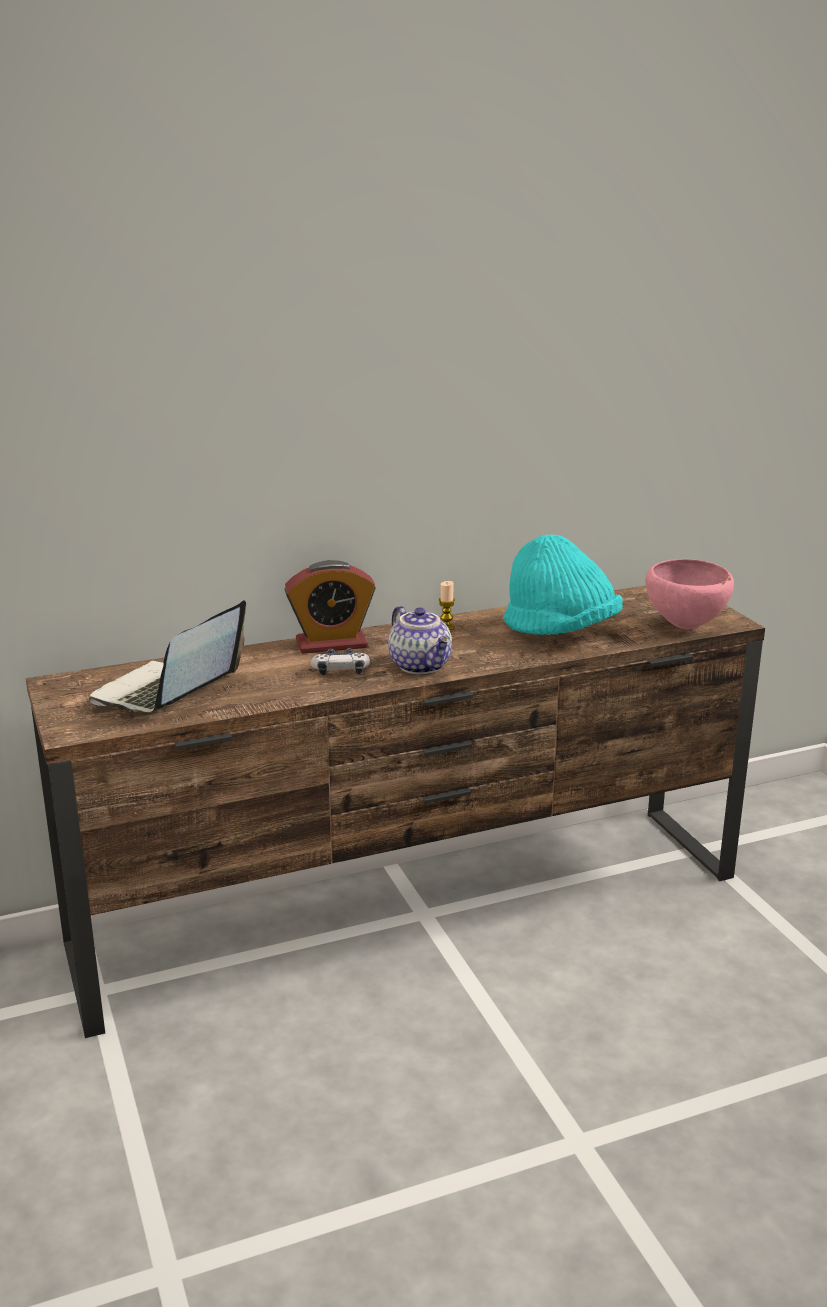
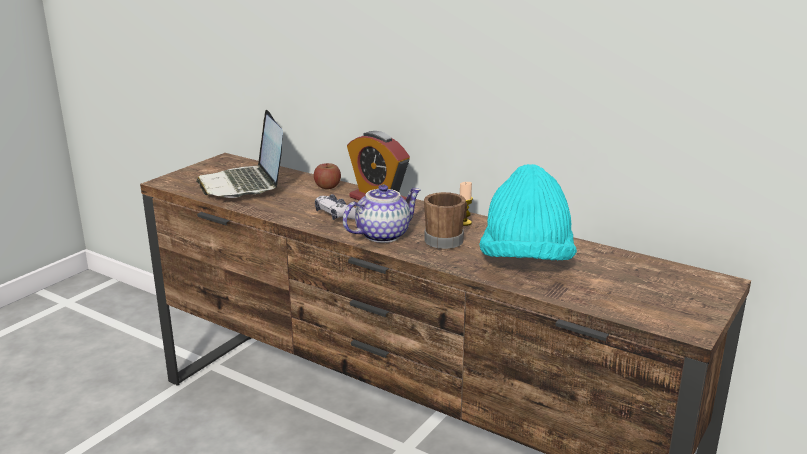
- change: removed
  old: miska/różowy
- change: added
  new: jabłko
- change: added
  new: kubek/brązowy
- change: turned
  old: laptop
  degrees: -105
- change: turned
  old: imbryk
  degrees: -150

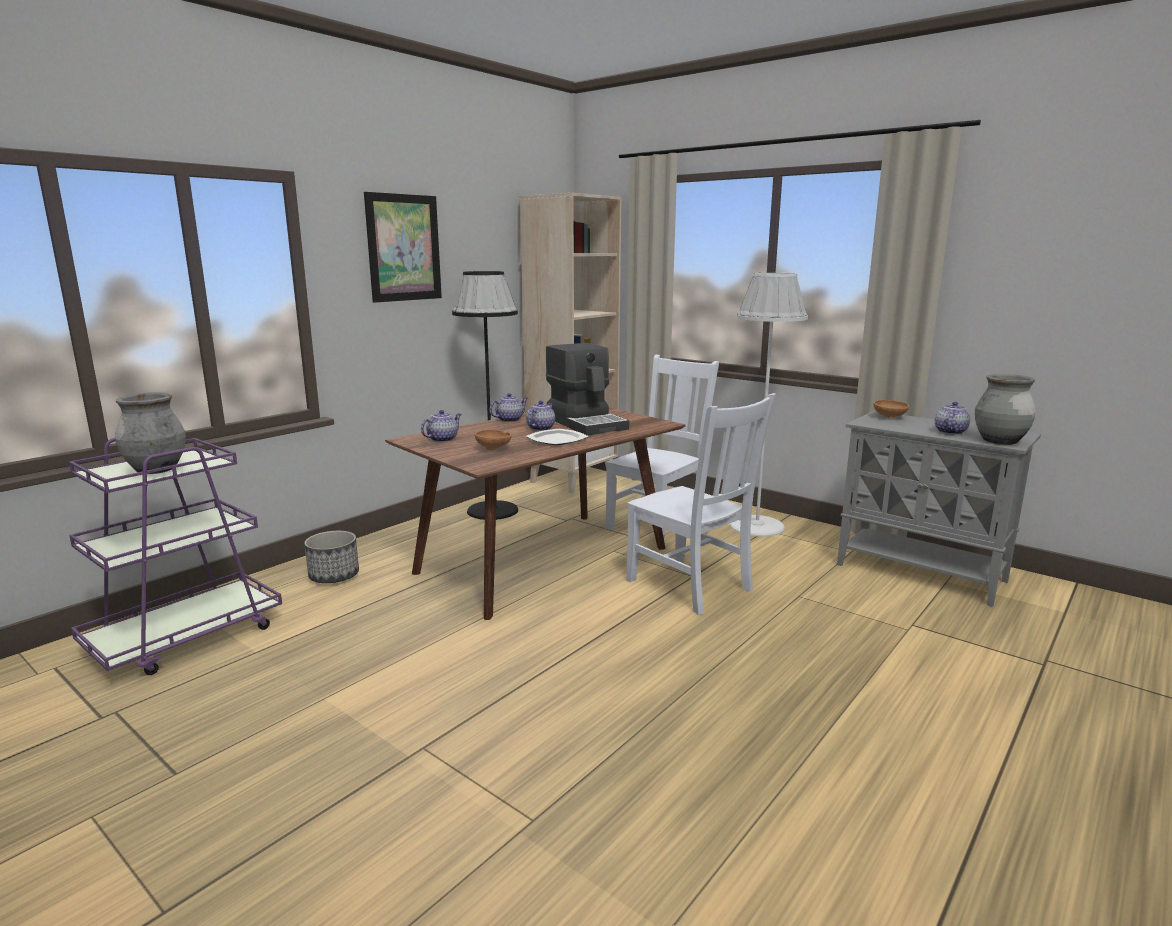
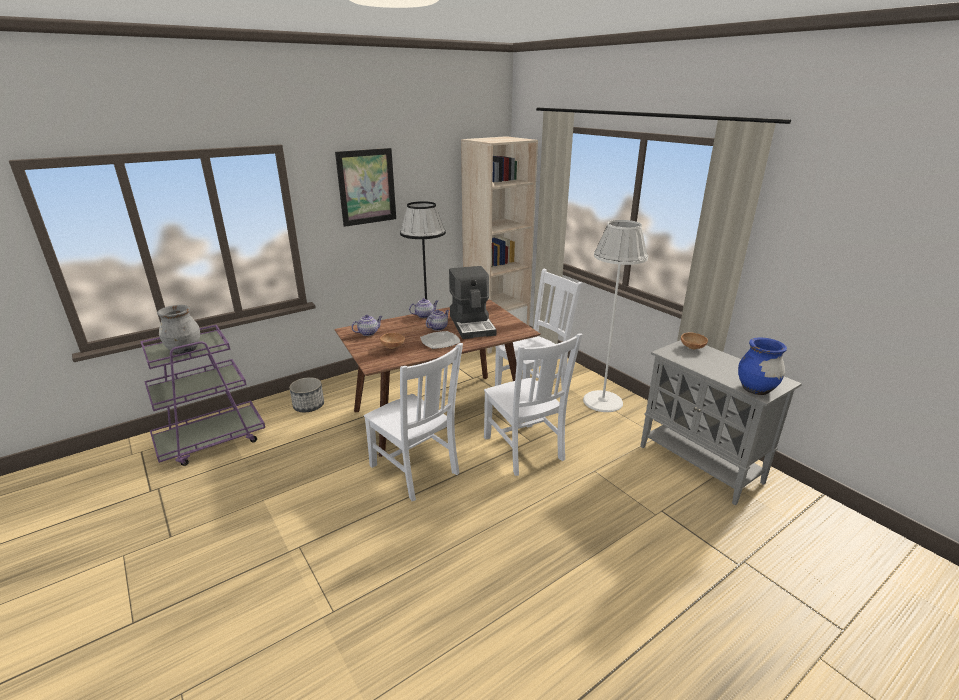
- change: removed
  old: imbryk (4th from left)
- change: added
  new: krzesło/biały (1st from left)
- change: recoloured
  old: wazon/szary (2nd from left)
  new: wazon/niebieski

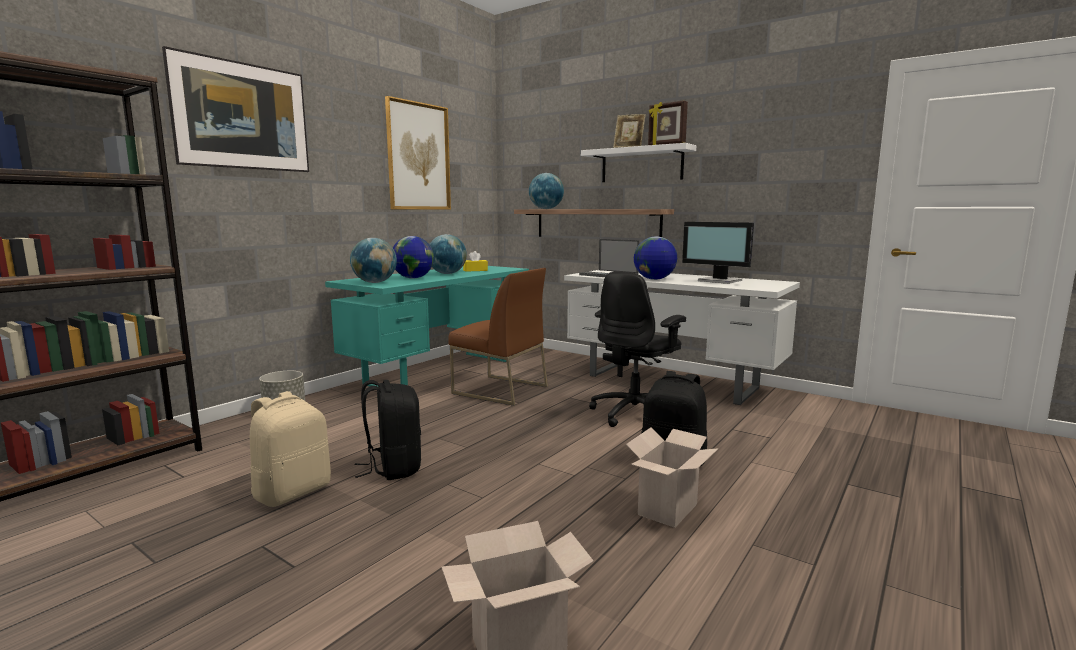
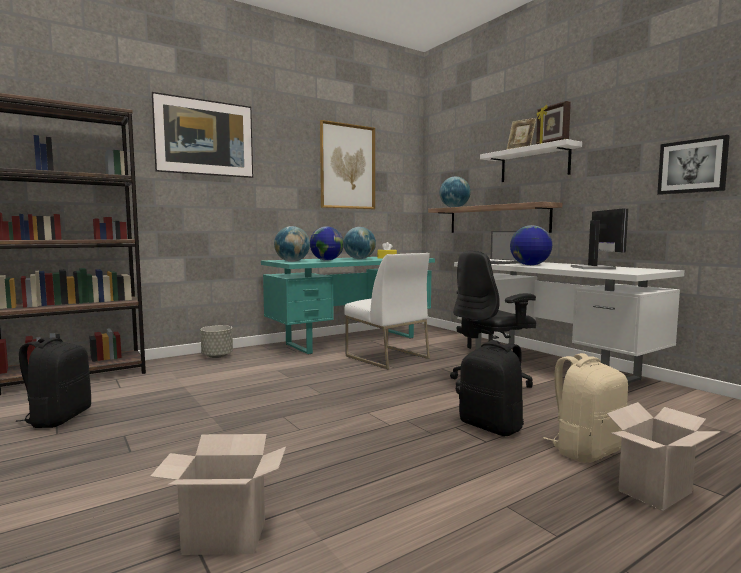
- change: added
  new: obraz (3rd from left)
- change: moved
  old: plecak/beżowy
- change: moved
  old: plecak/czarny (1st from left)
- change: moved
  old: karton (2nd from left)
- change: recoloured
  old: krzesło/brązowy
  new: krzesło/biały
- change: turned
  old: monitor
  degrees: -150

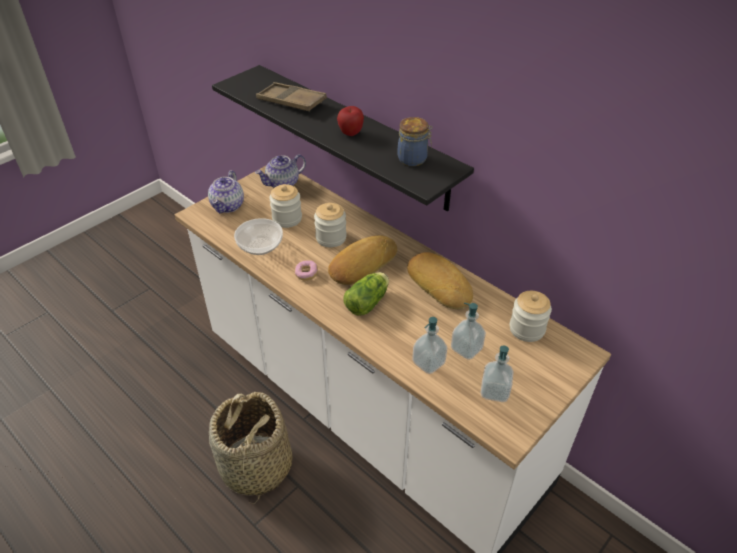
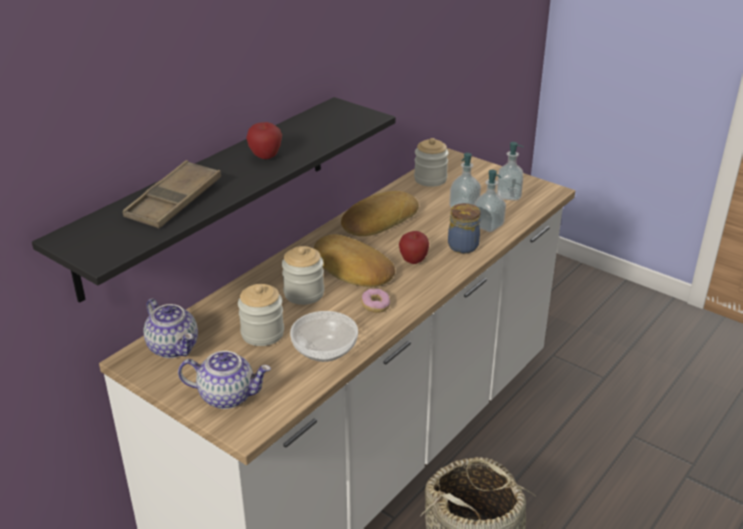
- change: moved
  old: słoik (3rd from left in the first image)
  new: słoik (4th from left)
- change: replaced
  old: sałata
  new: jabłko (2nd from left)

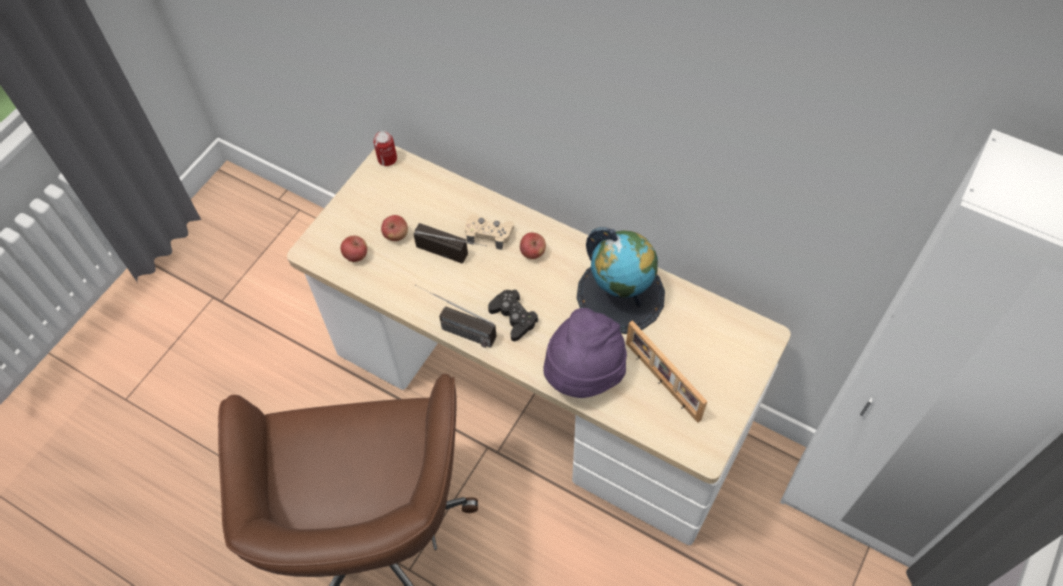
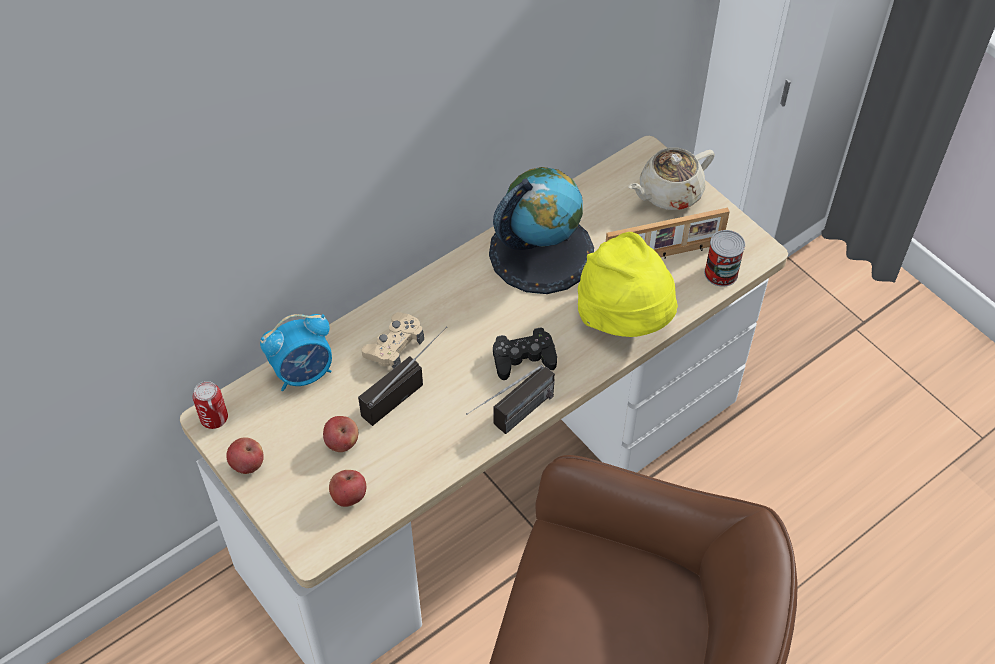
- change: added
  new: budzik
- change: added
  new: imbryk/beżowy
- change: added
  new: puszka (2nd from left)
- change: moved
  old: jabłko (3rd from left in the first image)
  new: jabłko (1st from left)
- change: recoloured
  old: kapelusz/fioletowy
  new: kapelusz/żółty

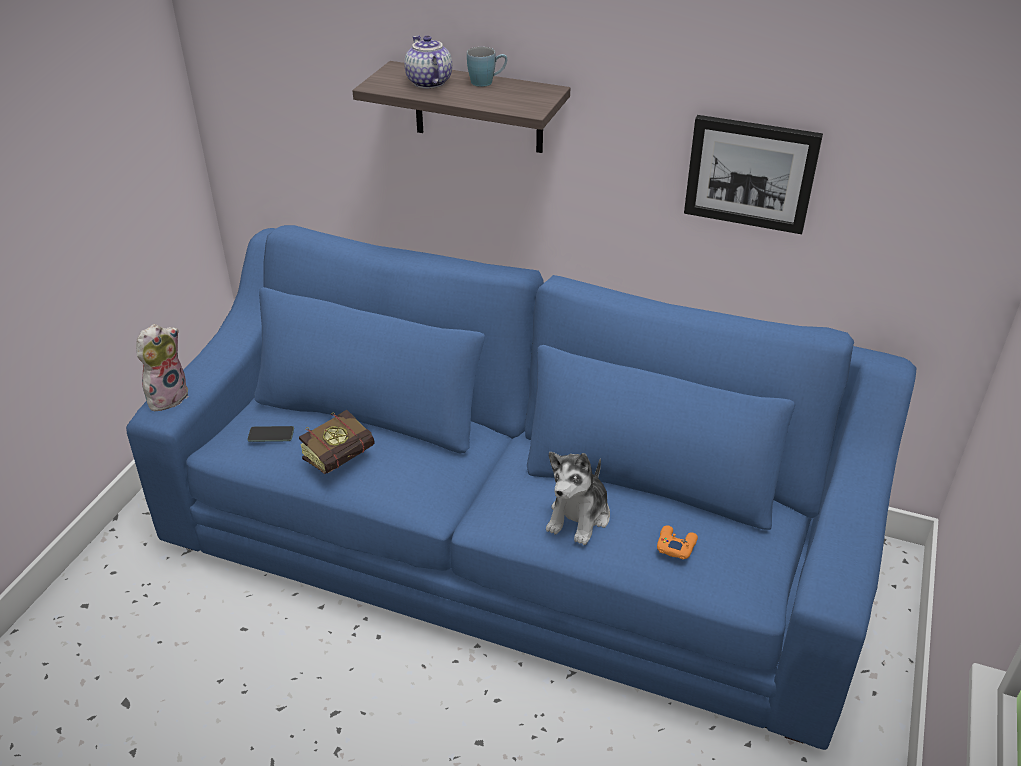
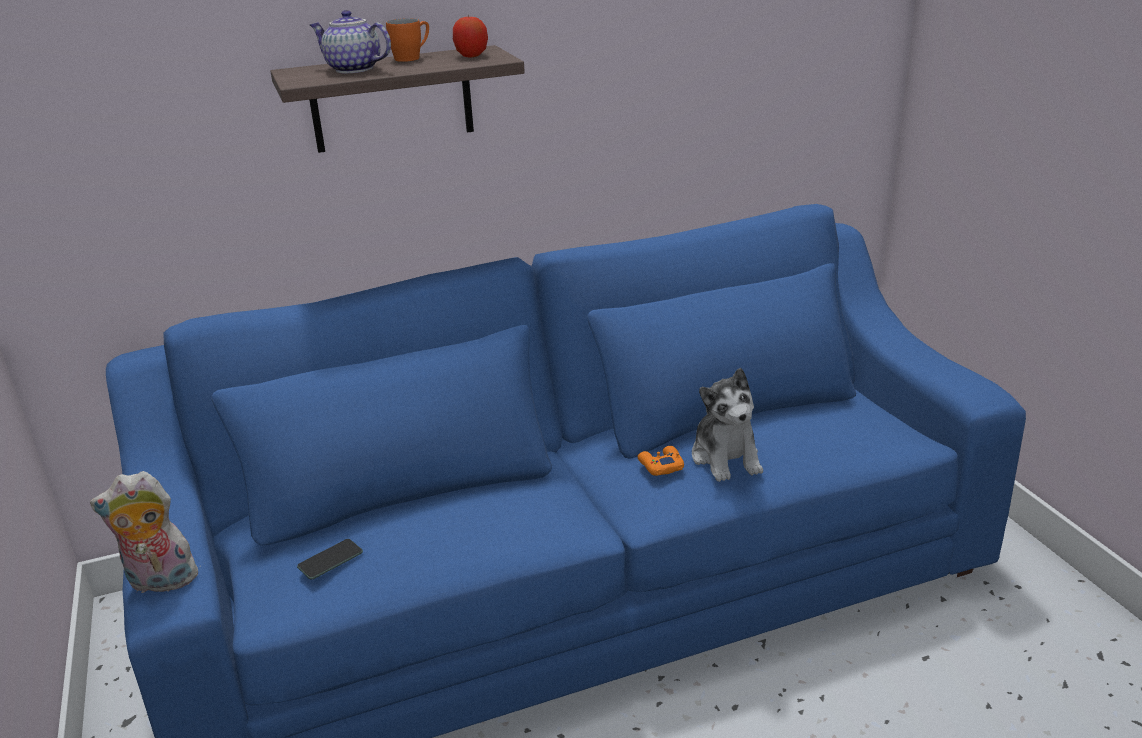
- change: removed
  old: książka
- change: removed
  old: obraz
- change: added
  new: jabłko
- change: moved
  old: pad do gier/pomarańczowy
- change: recoloured
  old: kubek/niebieski
  new: kubek/pomarańczowy
- change: turned
  old: pluszak (1st from left)
  degrees: -90

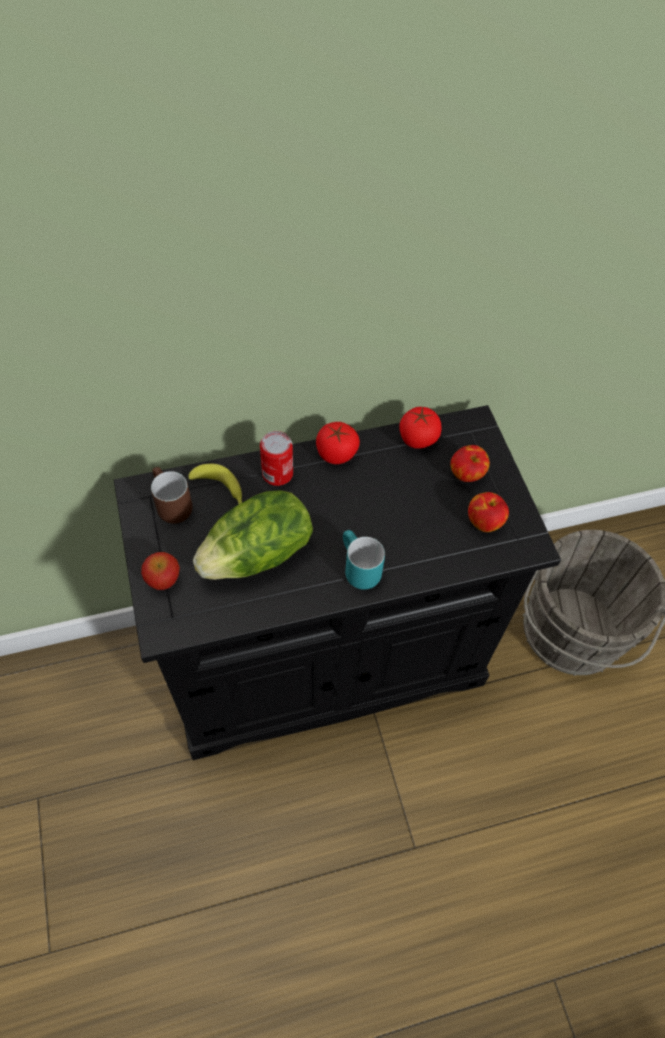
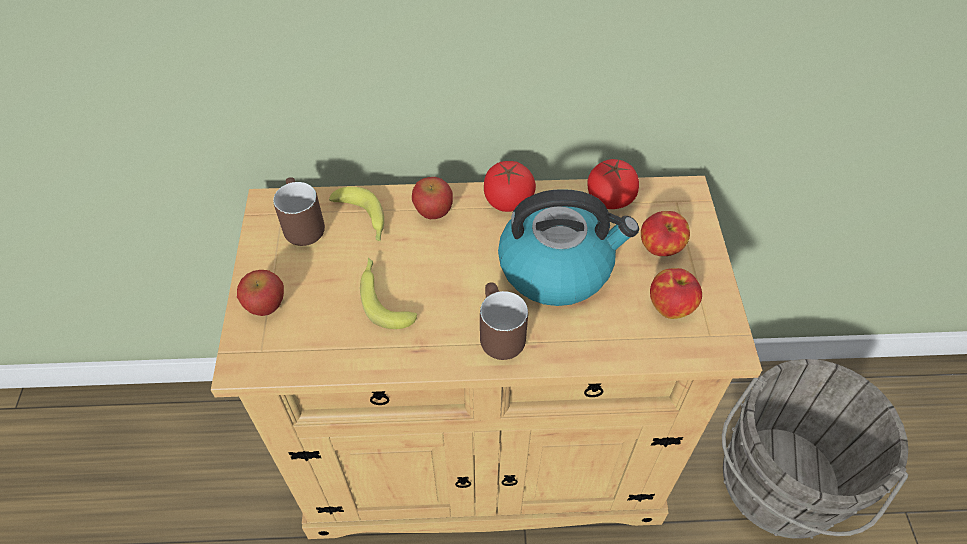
- change: added
  new: czajnik
- change: replaced
  old: sałata
  new: banan (2nd from left)
- change: replaced
  old: puszka
  new: jabłko (2nd from left)
- change: recoloured
  old: szafka/czarny
  new: szafka/beżowy
- change: recoloured
  old: kubek/turkusowy
  new: kubek/brązowy (2nd from left)

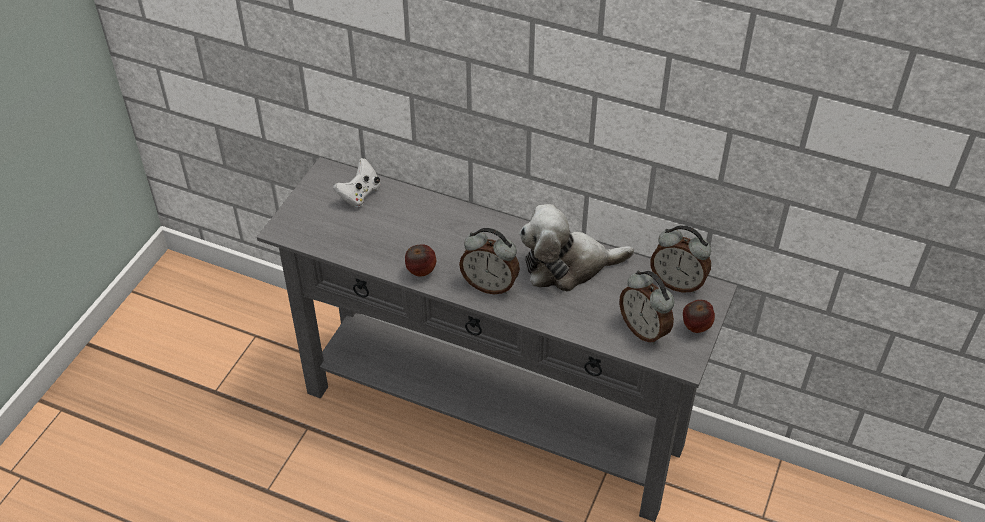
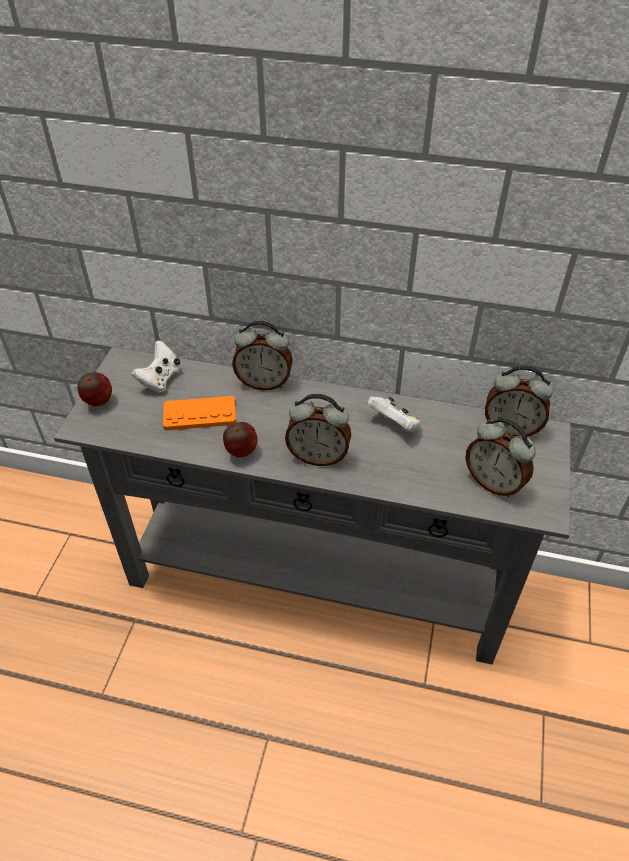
- change: added
  new: pad do gier/pomarańczowy
- change: added
  new: budzik (1st from left)
- change: moved
  old: jabłko (2nd from left in the first image)
  new: jabłko (1st from left)
- change: replaced
  old: pluszak
  new: pad do gier/biały (2nd from left)

